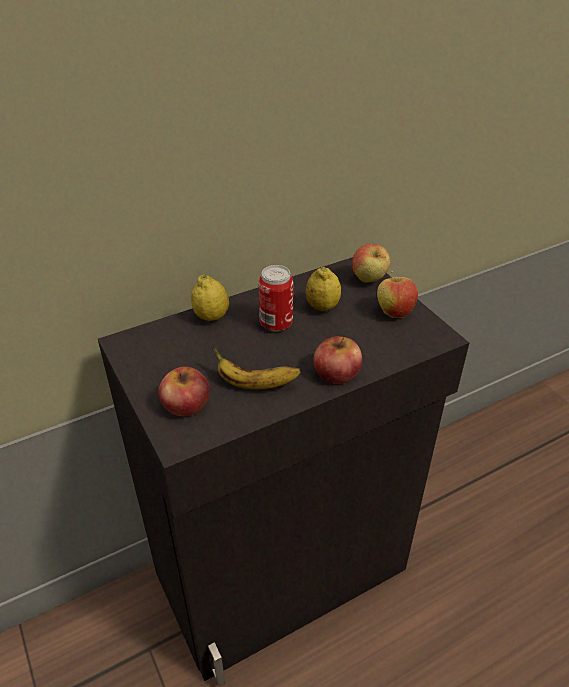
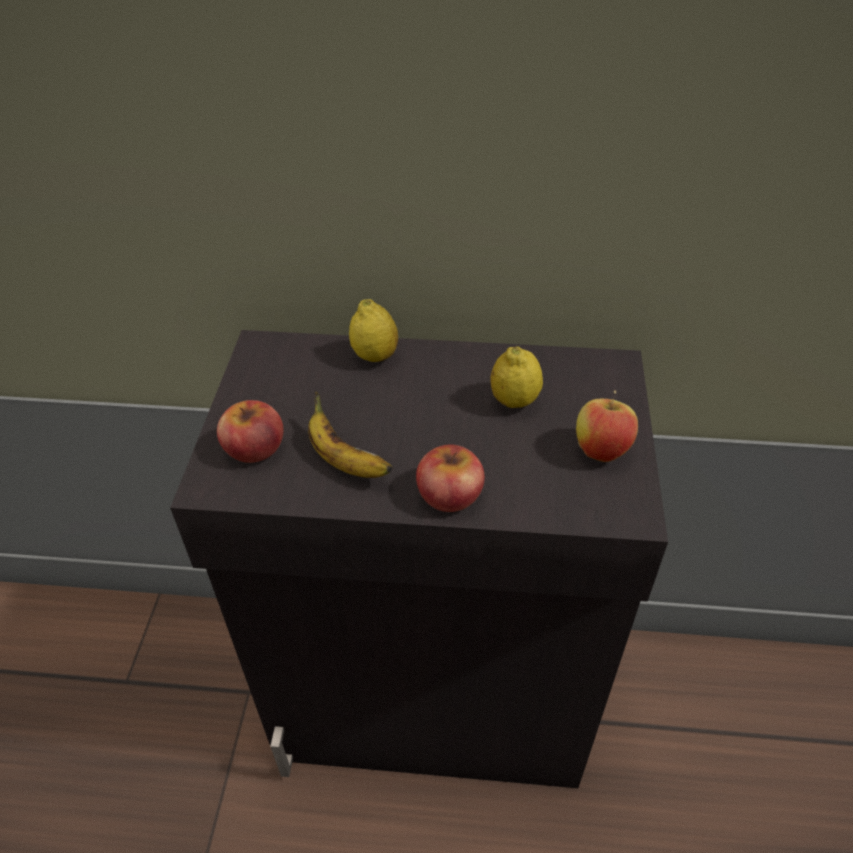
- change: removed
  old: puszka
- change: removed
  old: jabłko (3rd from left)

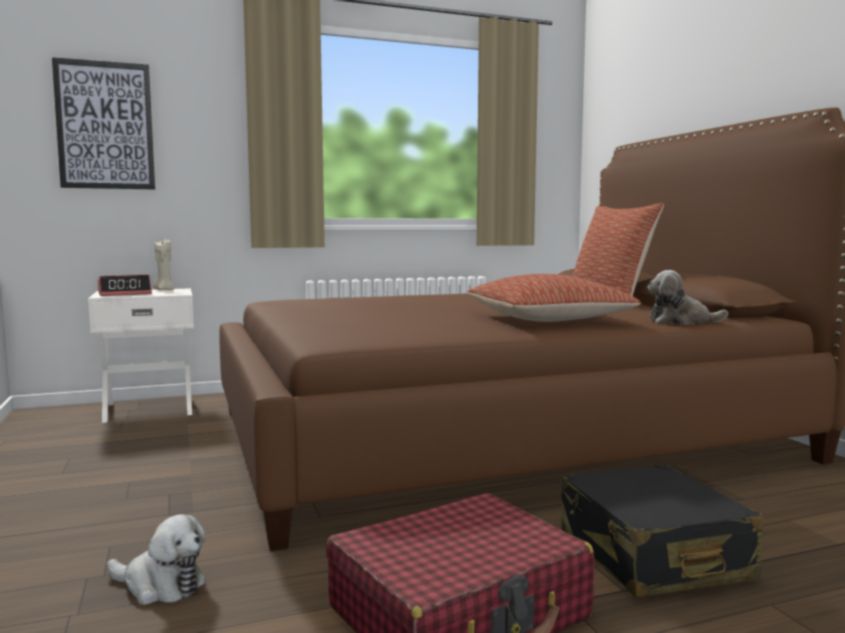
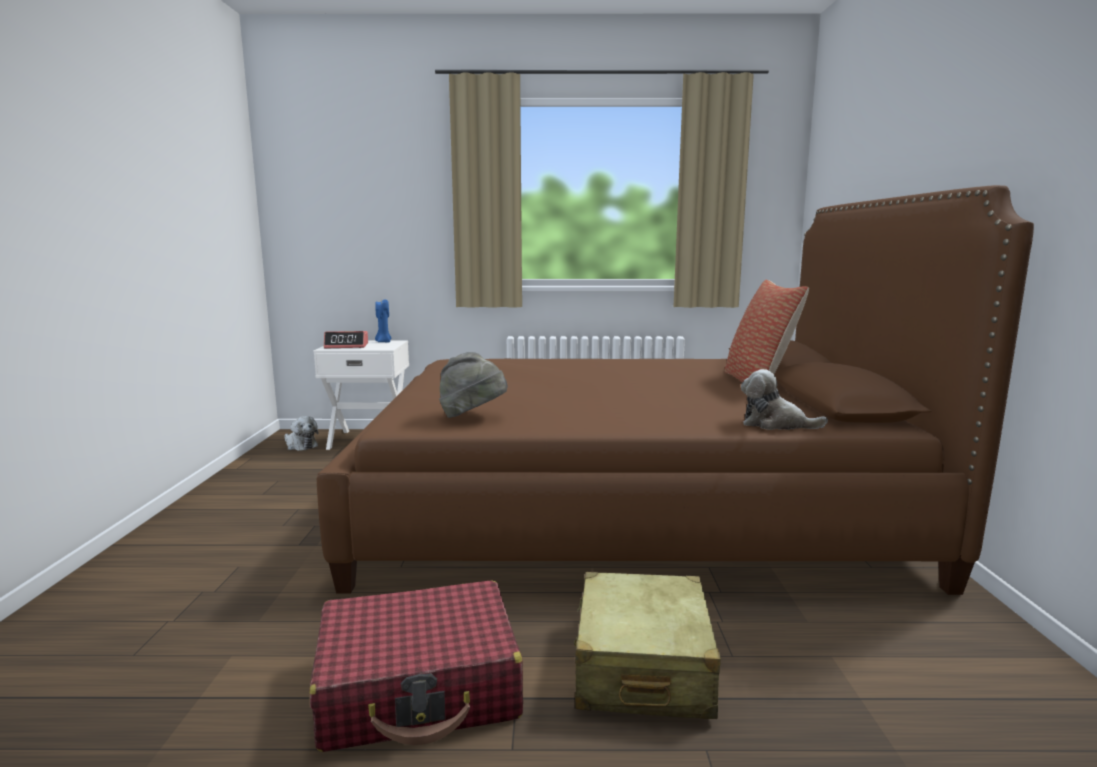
- change: removed
  old: obraz
- change: removed
  old: poduszka (1st from left)
- change: added
  new: kapelusz/szary
- change: moved
  old: pluszak (1st from left)
- change: recoloured
  old: świeca/beżowy
  new: świeca/niebieski
- change: recoloured
  old: walizka/czarny
  new: walizka/beżowy

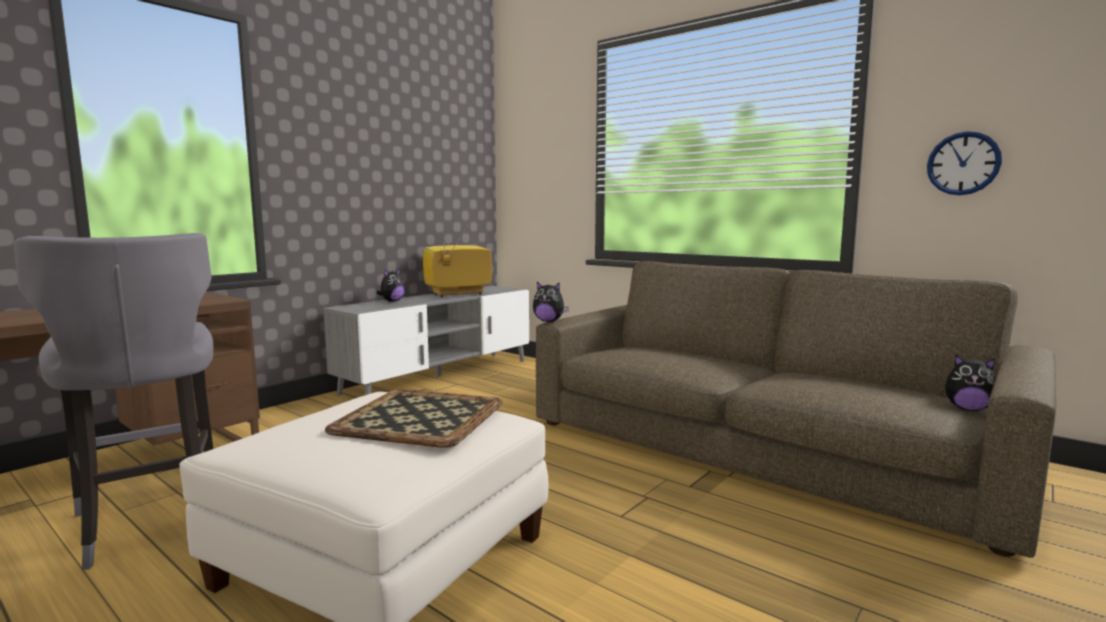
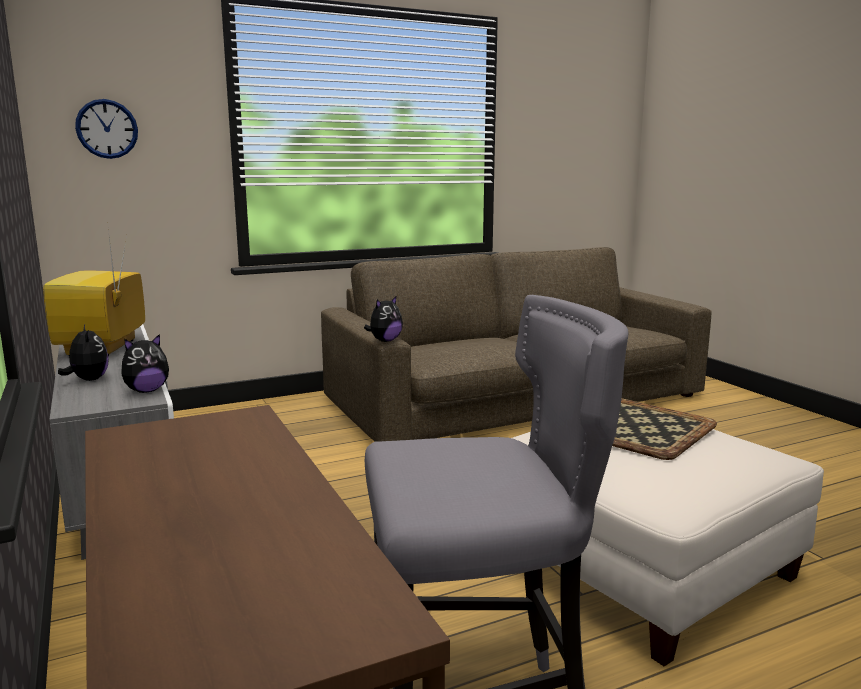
- change: moved
  old: zegar ścienny
- change: moved
  old: pluszak (3rd from left in the first image)
  new: pluszak (2nd from left)

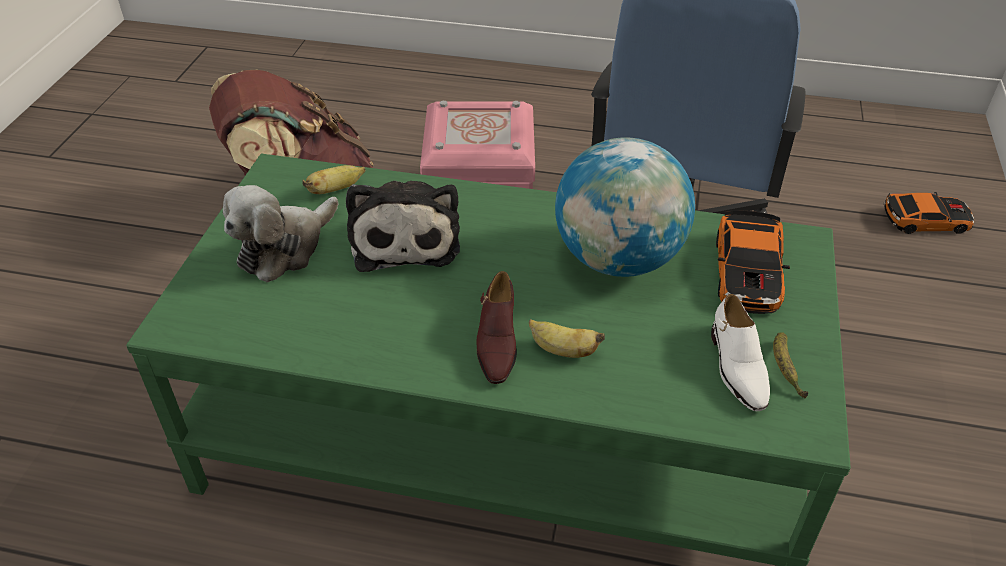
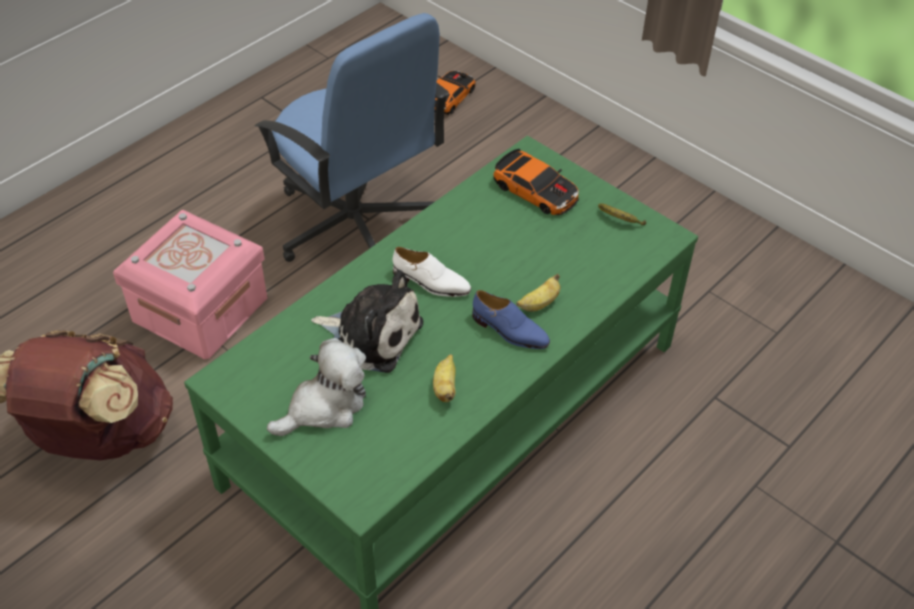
- change: removed
  old: globus
- change: moved
  old: banan (1st from left)
- change: moved
  old: but/biały
- change: recoloured
  old: but/brązowy
  new: but/niebieski
- change: turned
  old: pluszak (1st from left)
  degrees: -105

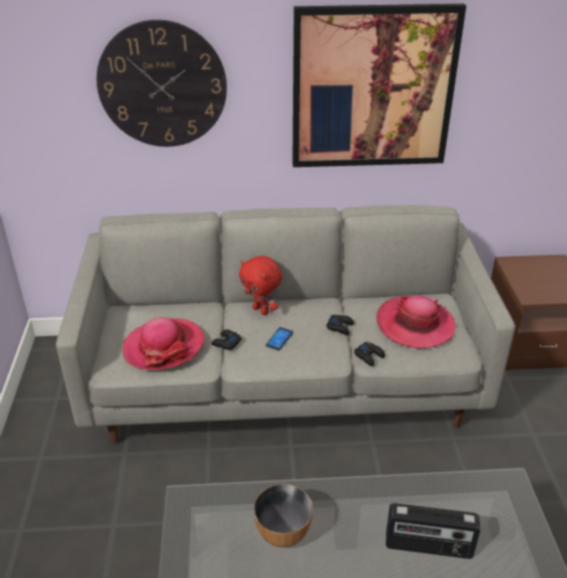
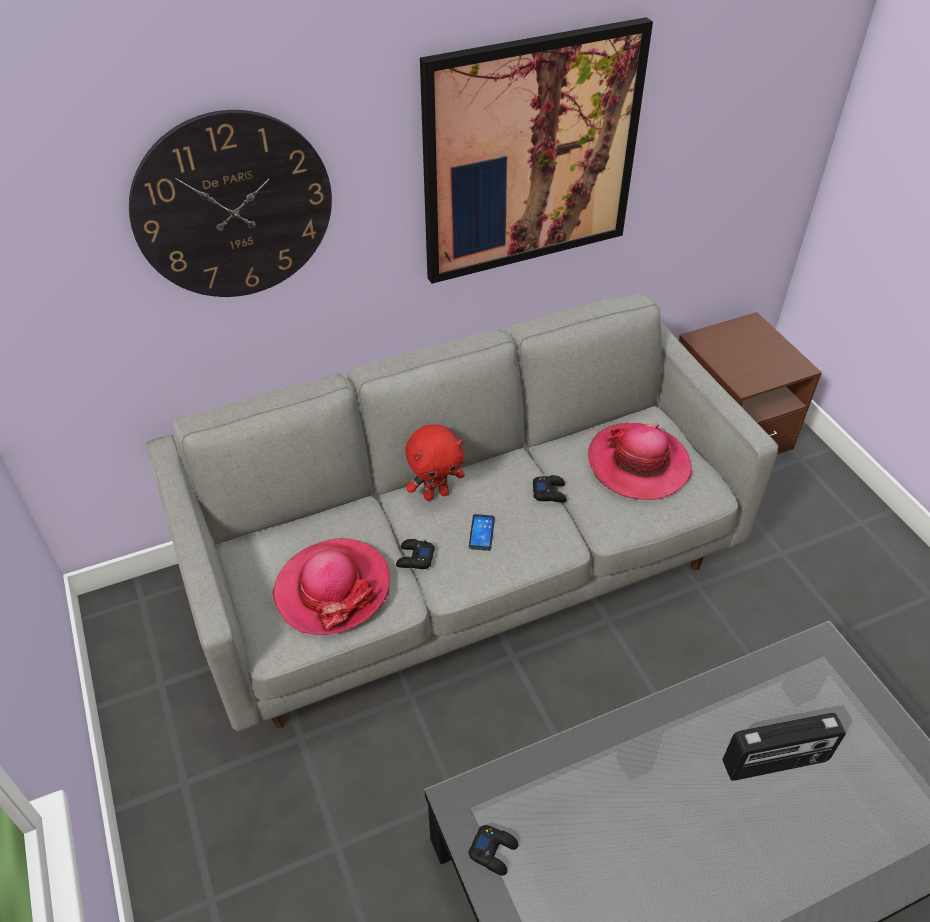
- change: removed
  old: miska
- change: moved
  old: pad do gier/czarny (3rd from left in the first image)
  new: pad do gier/czarny (2nd from left)
- change: turned
  old: pluszak/czerwony
  degrees: -45

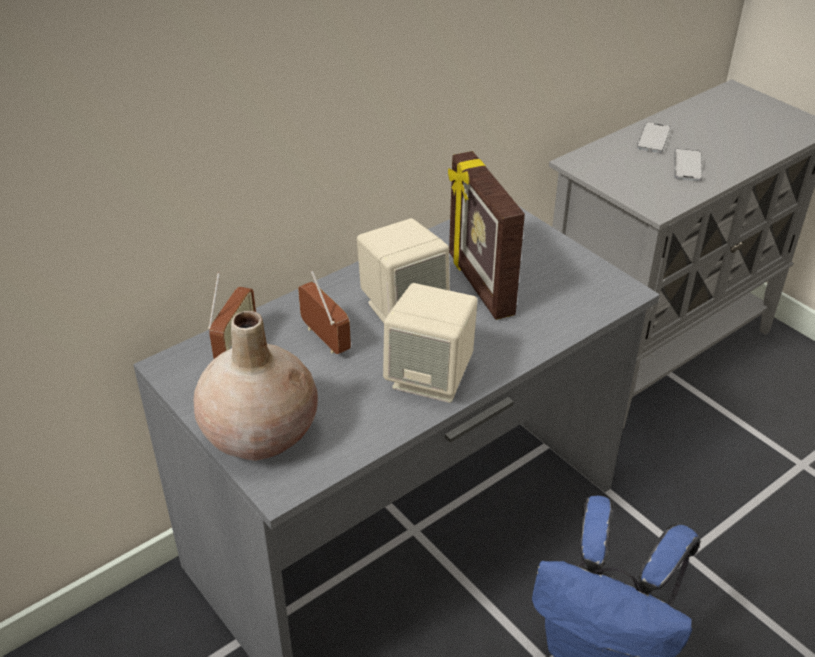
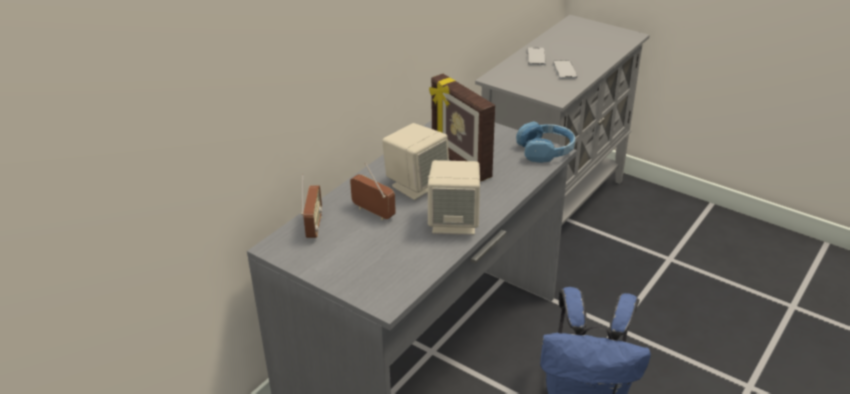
- change: removed
  old: wazon/beżowy
- change: added
  new: słuchawki/niebieski

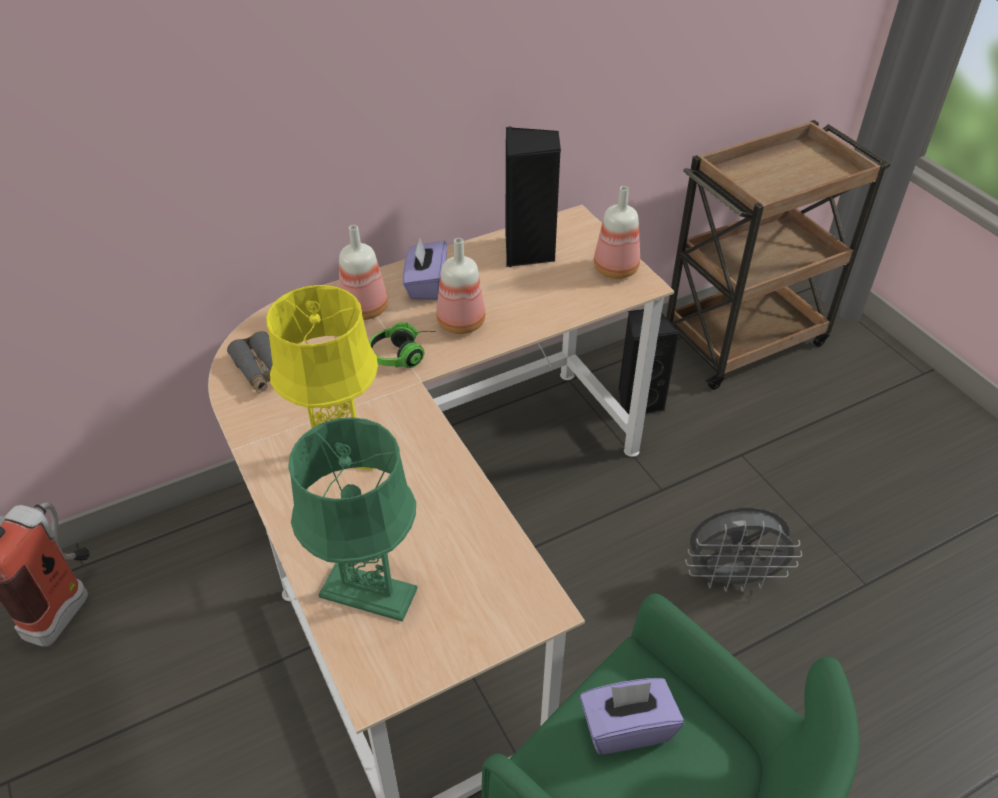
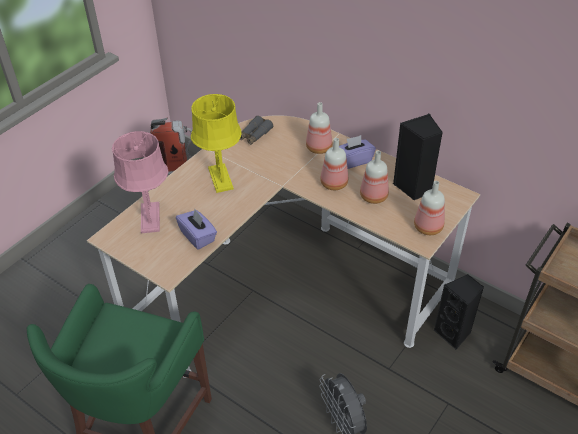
- change: removed
  old: słuchawki
- change: added
  new: butelka (3rd from left)
- change: moved
  old: pudełko chusteczek/fioletowy (2nd from left in the first image)
  new: pudełko chusteczek/fioletowy (1st from left)
- change: recoloured
  old: lampa stołowa/zielony
  new: lampa stołowa/różowy

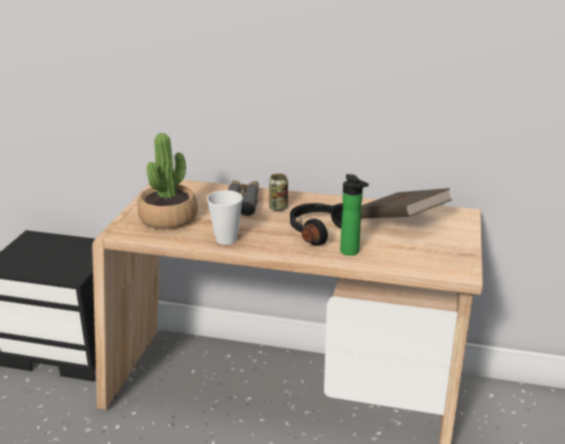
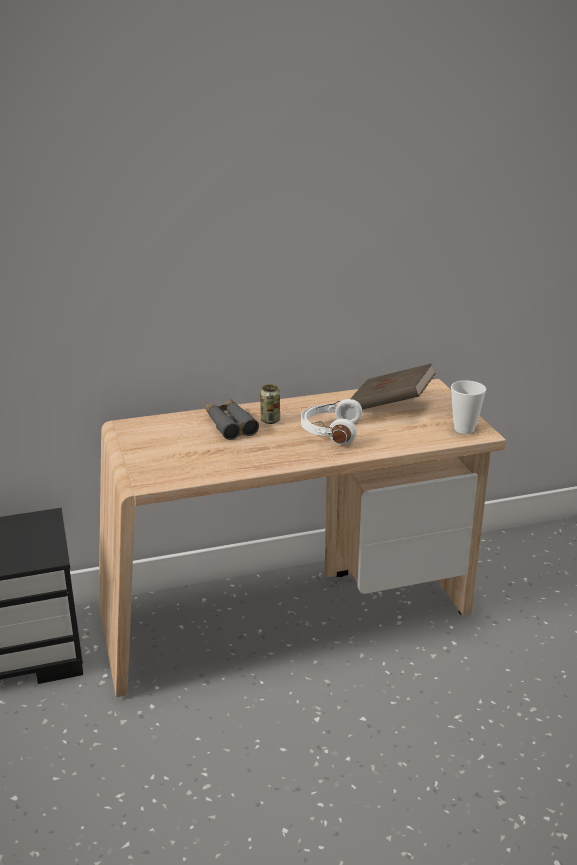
- change: removed
  old: roślina doniczkowa
- change: removed
  old: butelka
- change: moved
  old: filiżanka
- change: recoloured
  old: słuchawki/czarny
  new: słuchawki/biały

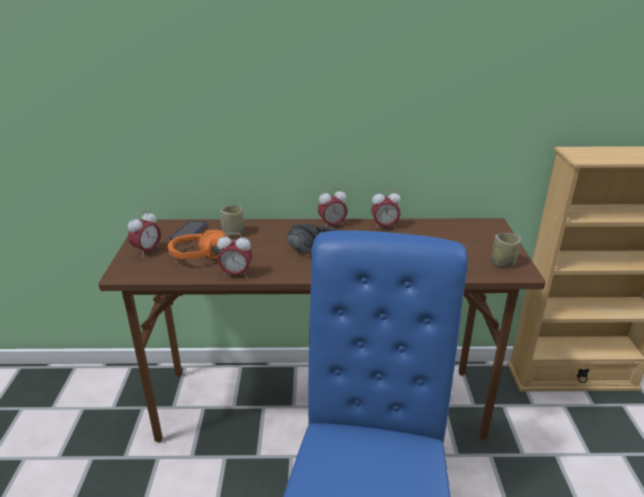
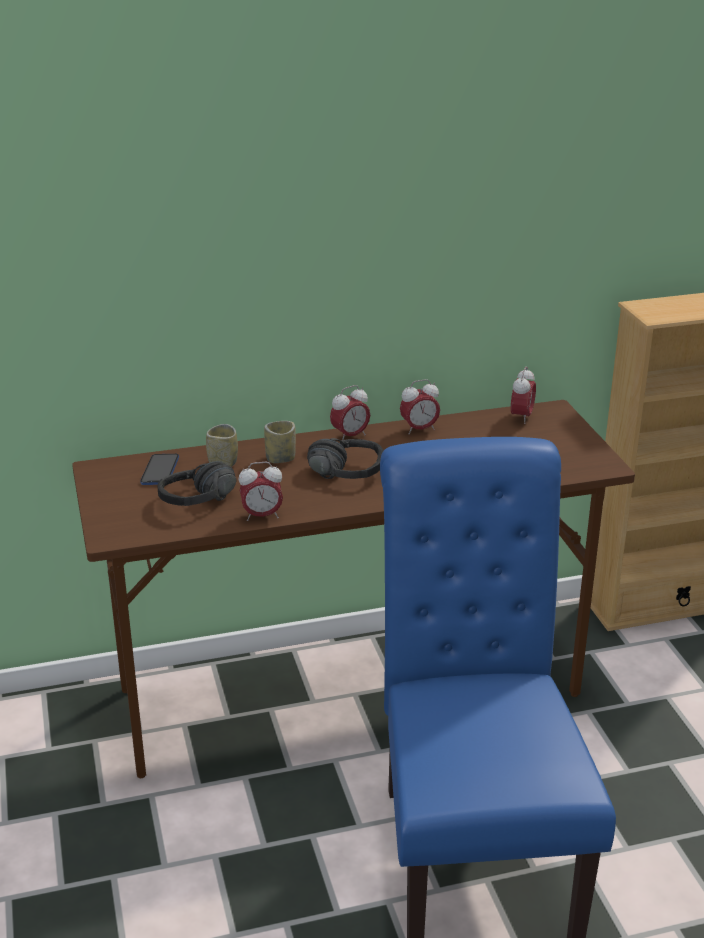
- change: moved
  old: budzik (1st from left in the first image)
  new: budzik (4th from left)
- change: moved
  old: filiżanka (2nd from left)
- change: recoloured
  old: słuchawki/pomarańczowy
  new: słuchawki/czarny (1st from left)

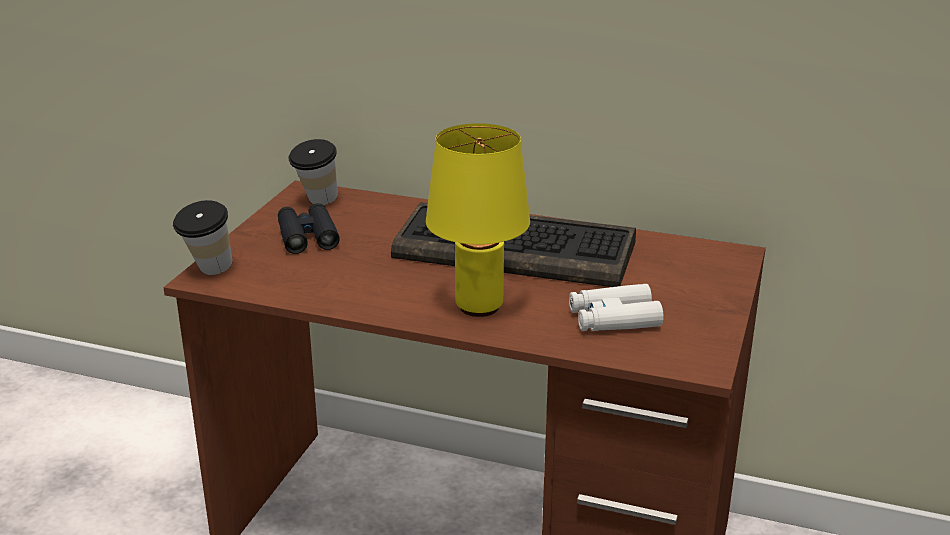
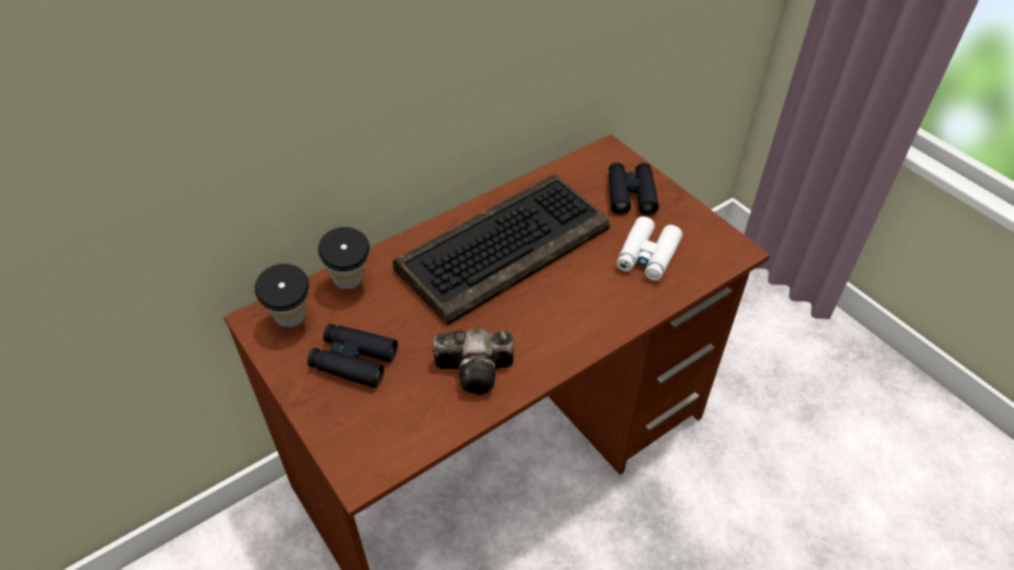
- change: removed
  old: lampa stołowa/żółty
- change: added
  new: aparat fotograficzny
- change: added
  new: lornetka/czarny (2nd from left)
- change: moved
  old: filiżanka (1st from left in the first image)
  new: filiżanka (2nd from left)

